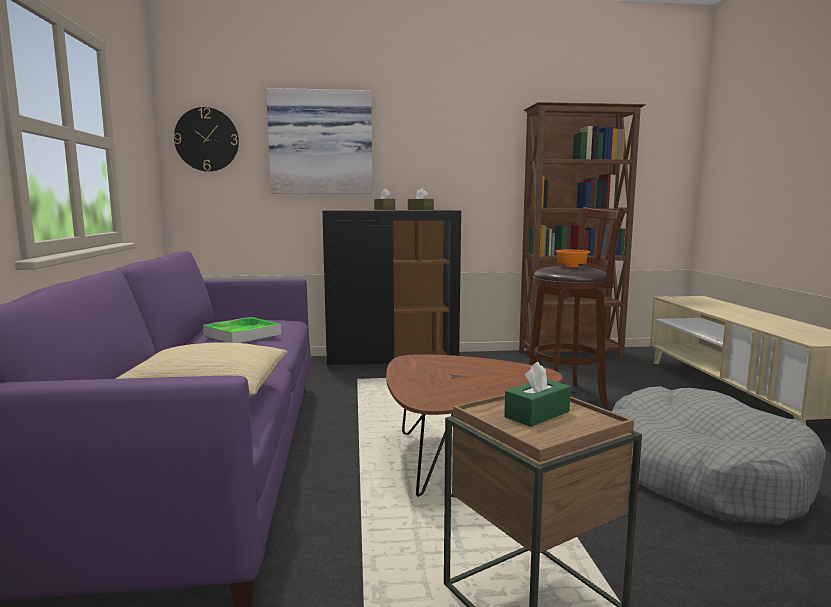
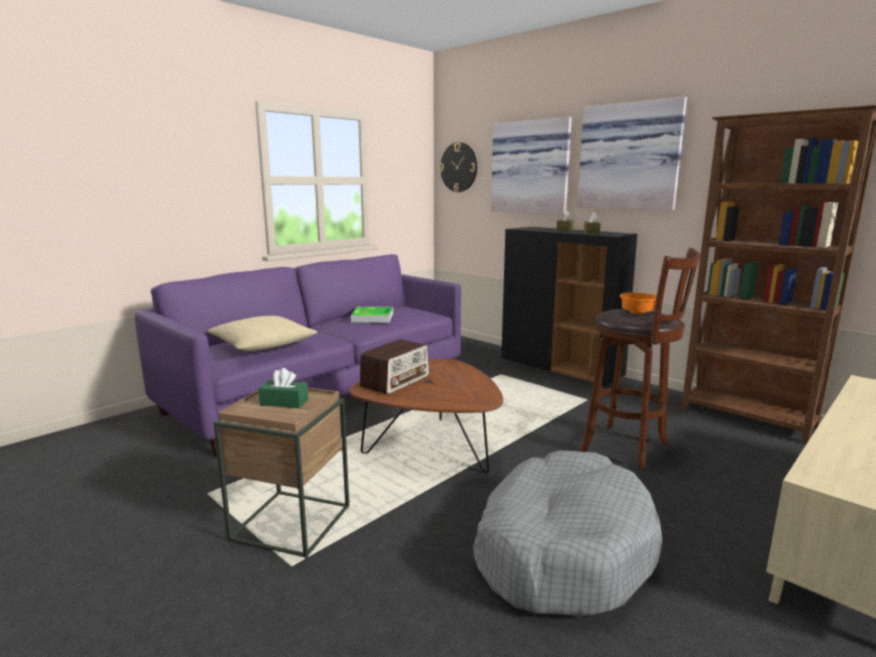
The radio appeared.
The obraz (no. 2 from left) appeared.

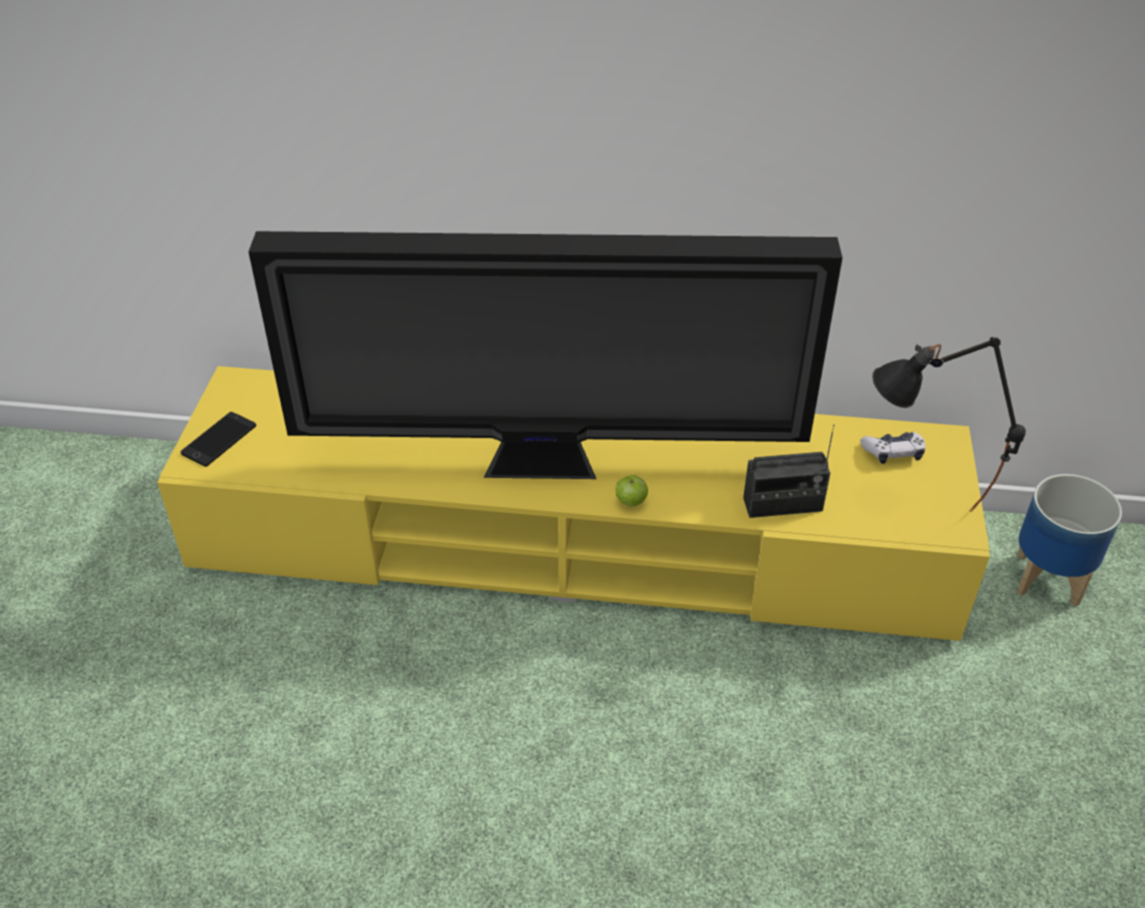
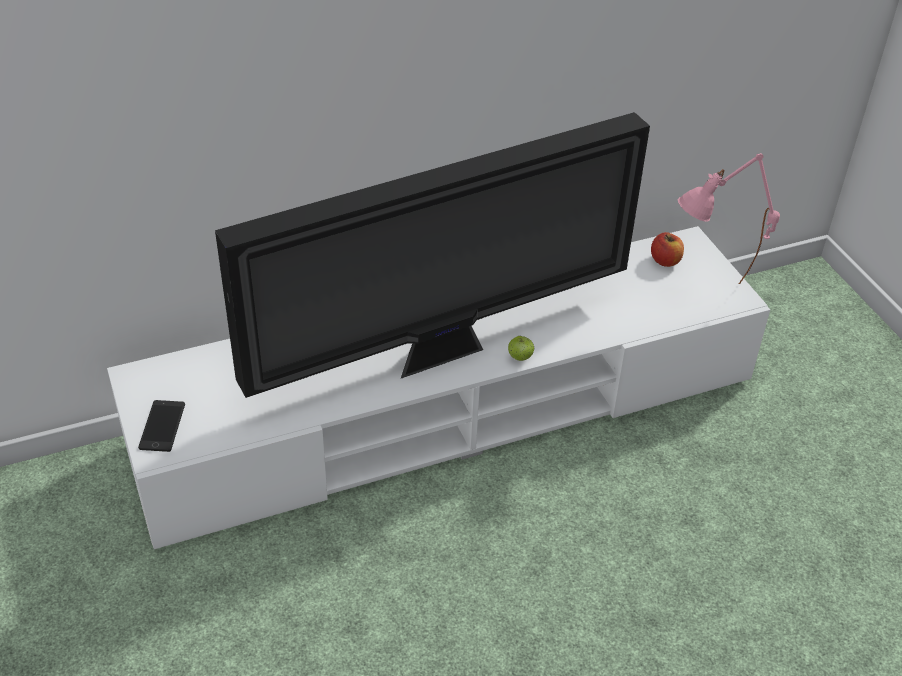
The szafka pod telewizor (żółty) became the szafka pod telewizor (biały).
The pad do gier was replaced by the jabłko (no. 2 from left).
The lampa stołowa (czarny) became the lampa stołowa (różowy).
The radio disappeared.
The donica disappeared.

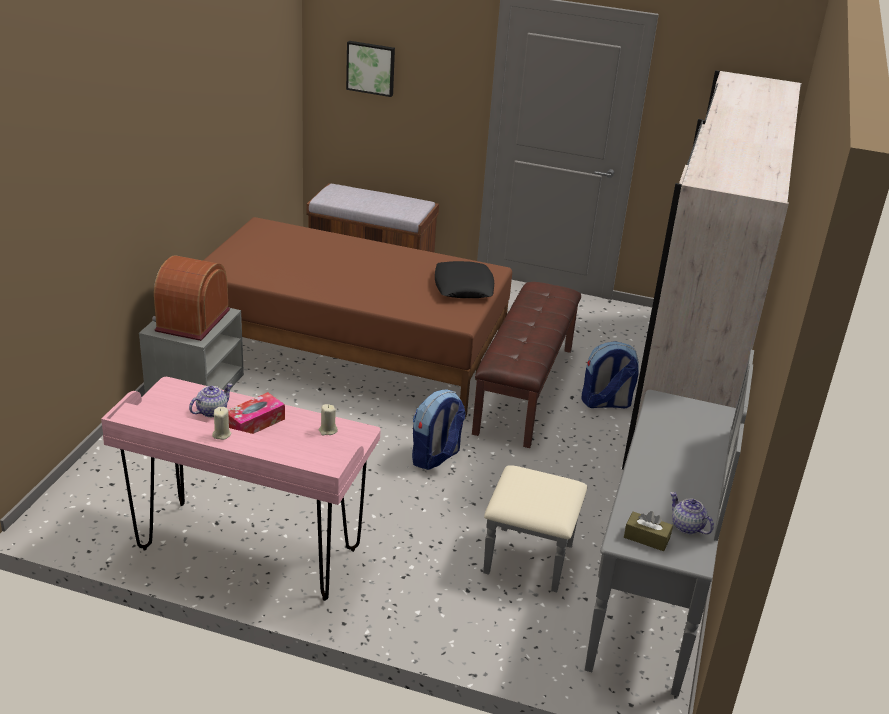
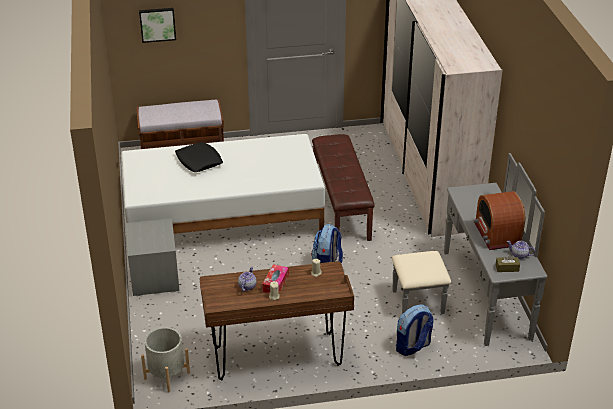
The łóżko (brązowy) became the łóżko (biały).
The donica (szary) appeared.
The poduszka (czarny) moved.
The biurko (różowy) became the biurko (brązowy).
The plecak (no. 2 from left) moved.
The radio moved.

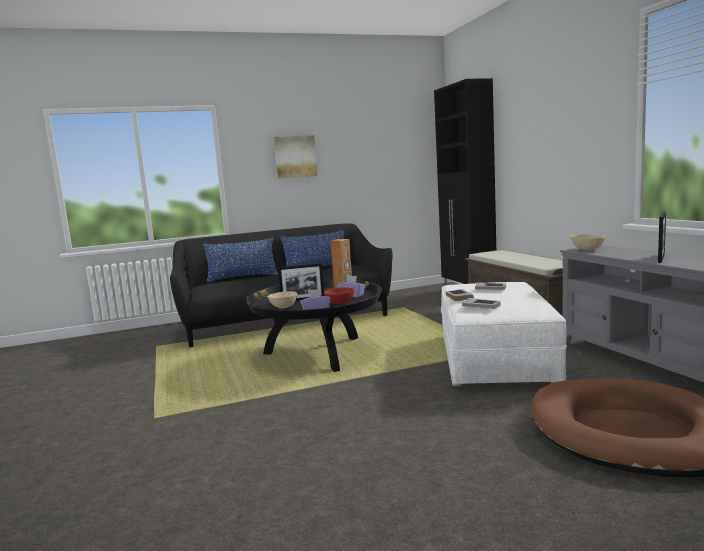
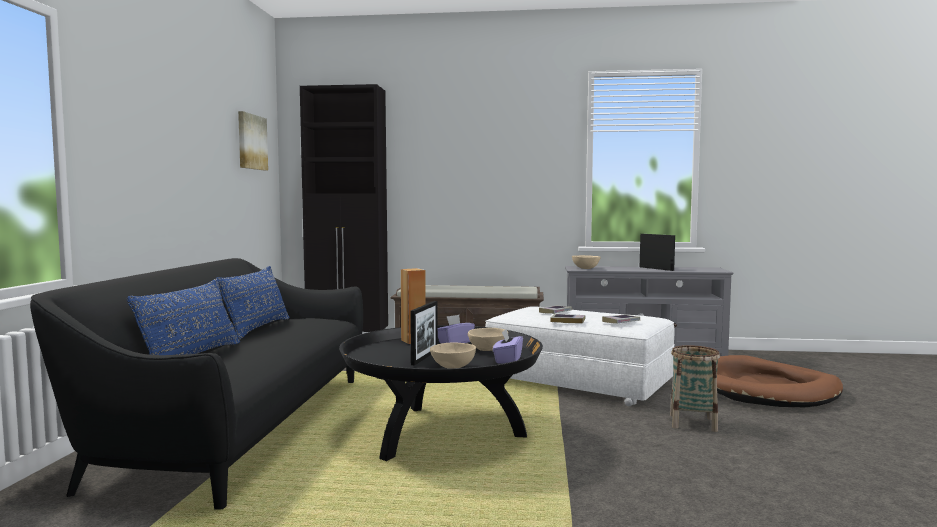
The obraz moved.
The miska (czerwony) became the miska (beżowy) (no. 2 from left).
The koszyk appeared.

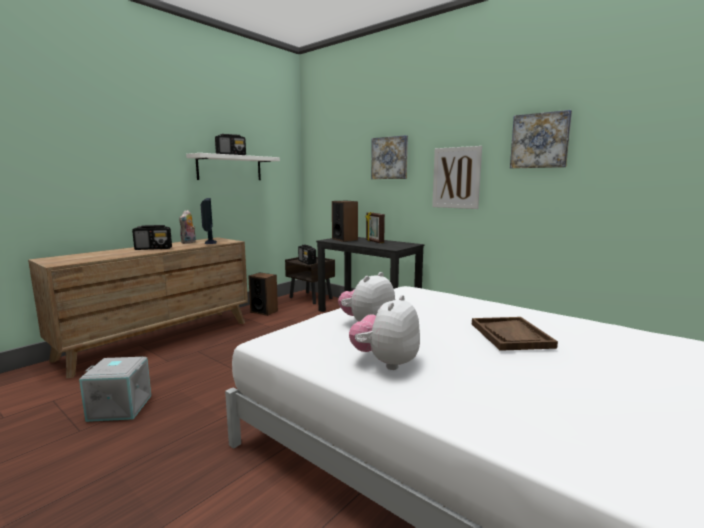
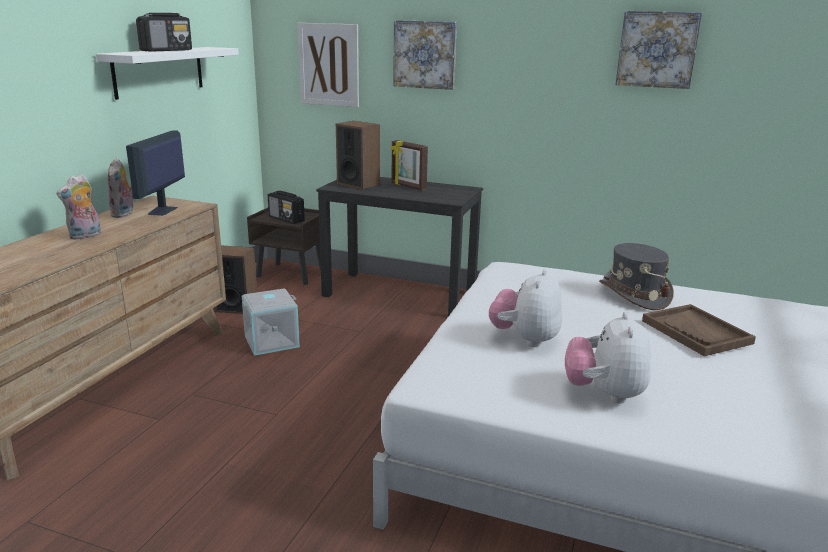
The radio (no. 1 from left) was replaced by the pluszak (no. 1 from left).
The monitor turned 135 degrees counterclockwise.
The pojemnik do przechowywania (szary) moved.
The obraz (no. 2 from left in the first image) moved.
The kapelusz (szary) appeared.

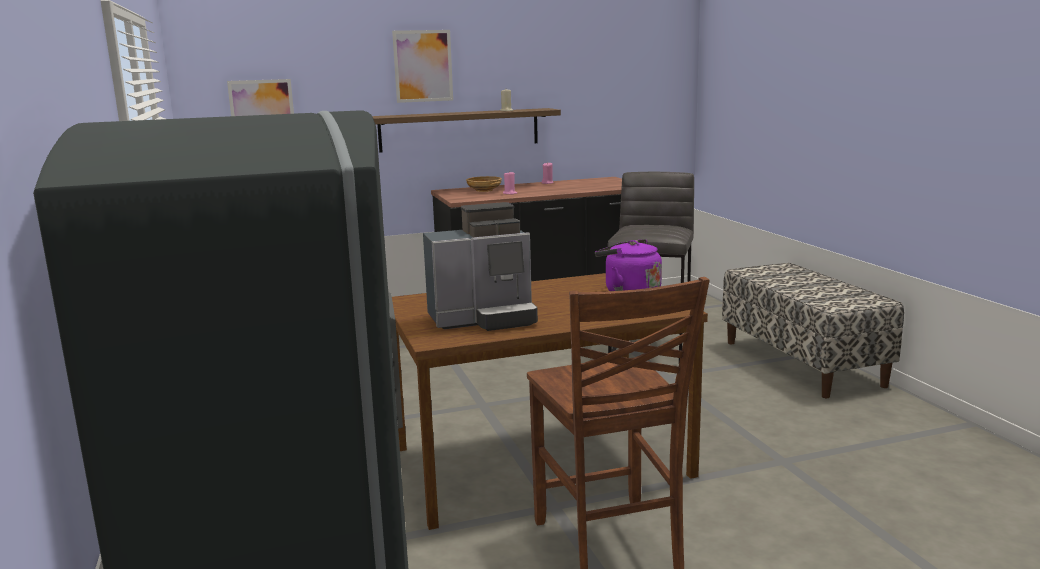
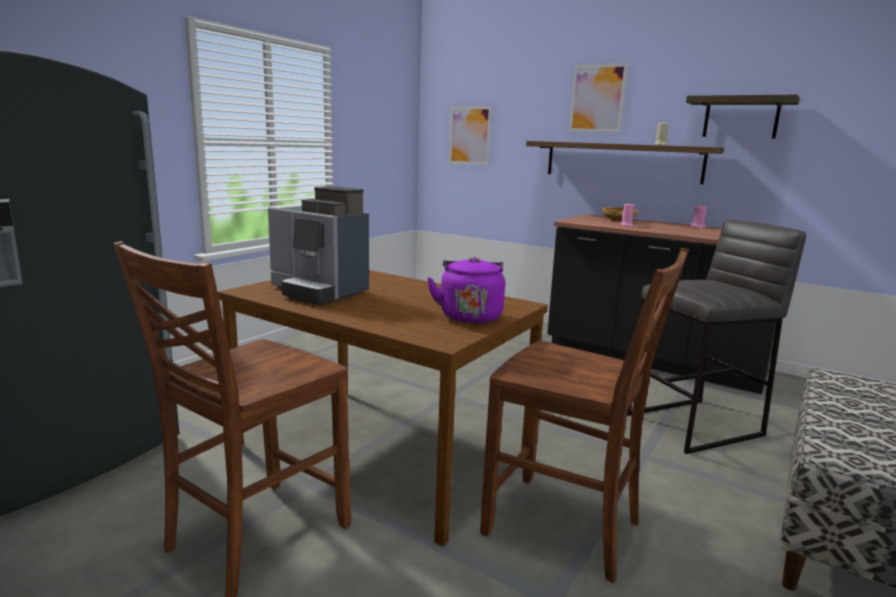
The krzesło (brązowy) (no. 2 from left) appeared.
The półka (no. 2 from left) appeared.

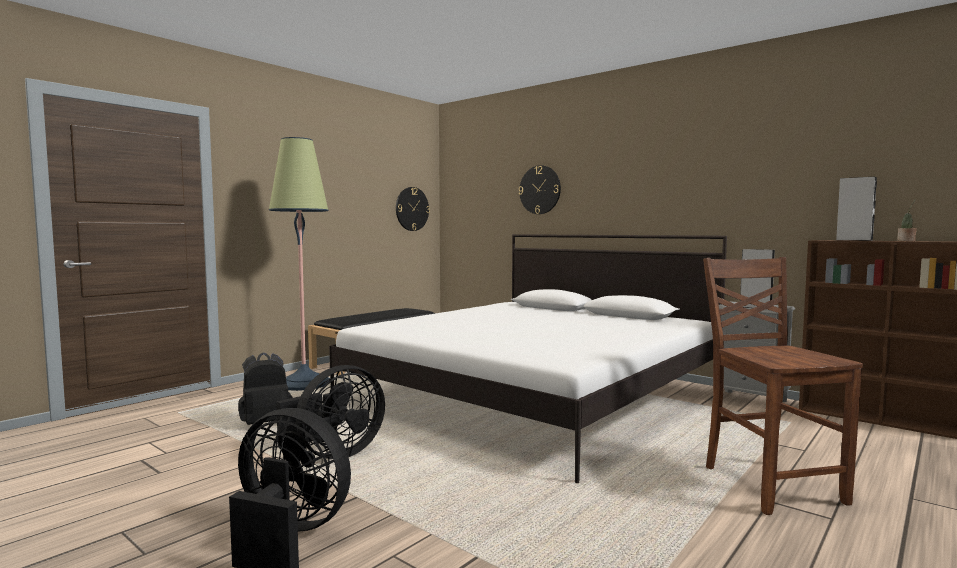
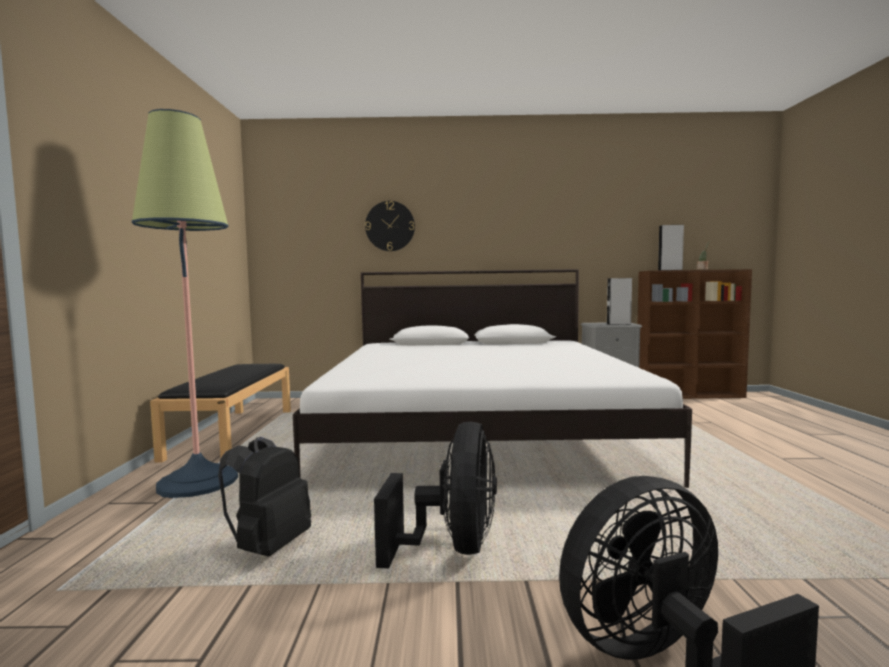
The zegar ścienny (no. 1 from left) disappeared.
The krzesło (brązowy) disappeared.

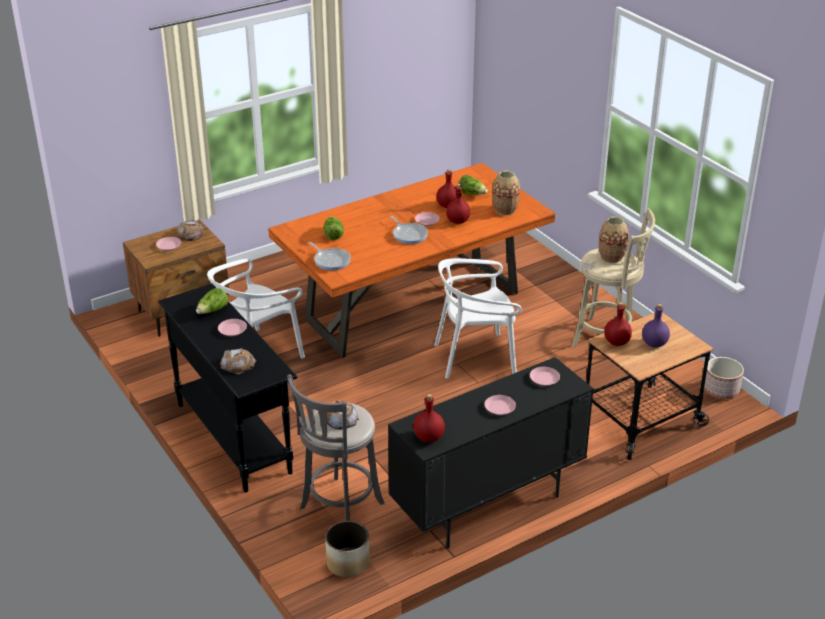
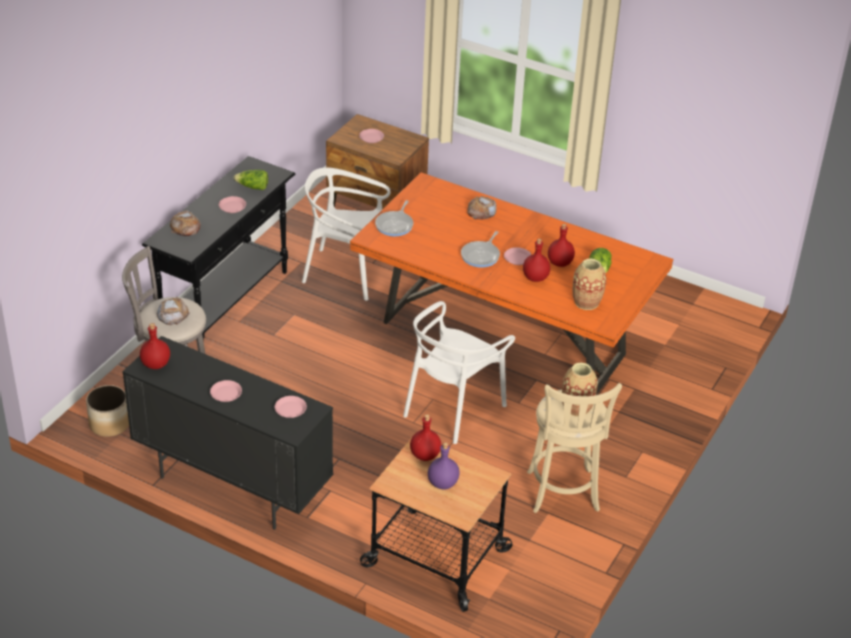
The krzesło (biały) (no. 2 from left) turned 105 degrees counterclockwise.
The chleb (no. 1 from left in the first image) moved.
The sałata (no. 2 from left) disappeared.
The donica (no. 2 from left) disappeared.

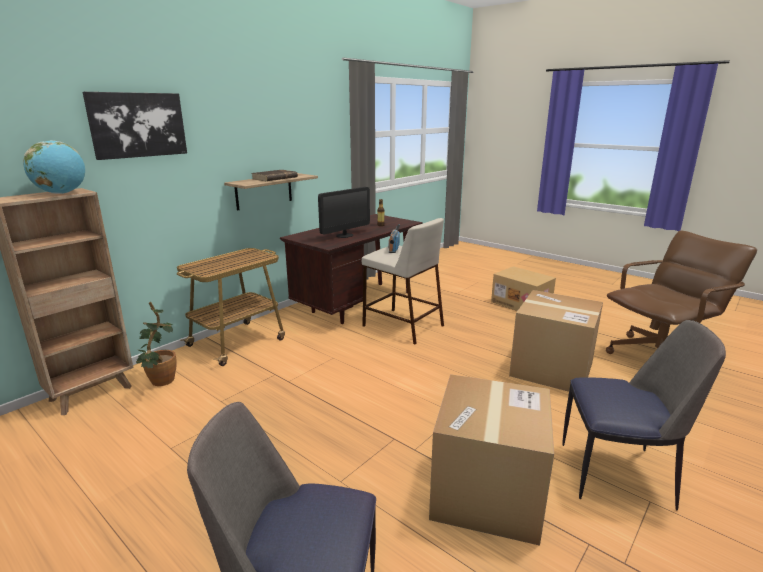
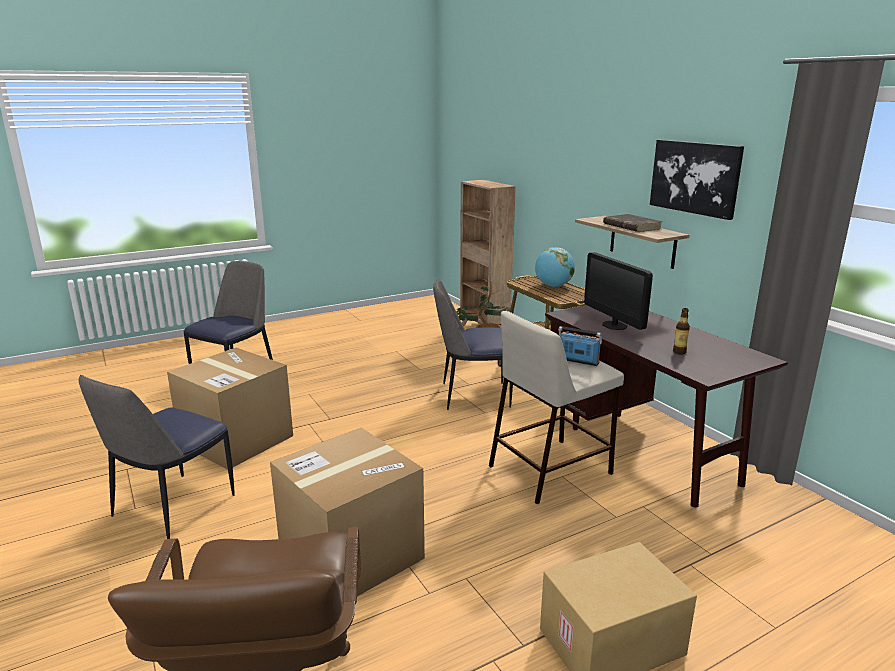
The krzesło (no. 3 from left) appeared.
The globus moved.
The obraz moved.

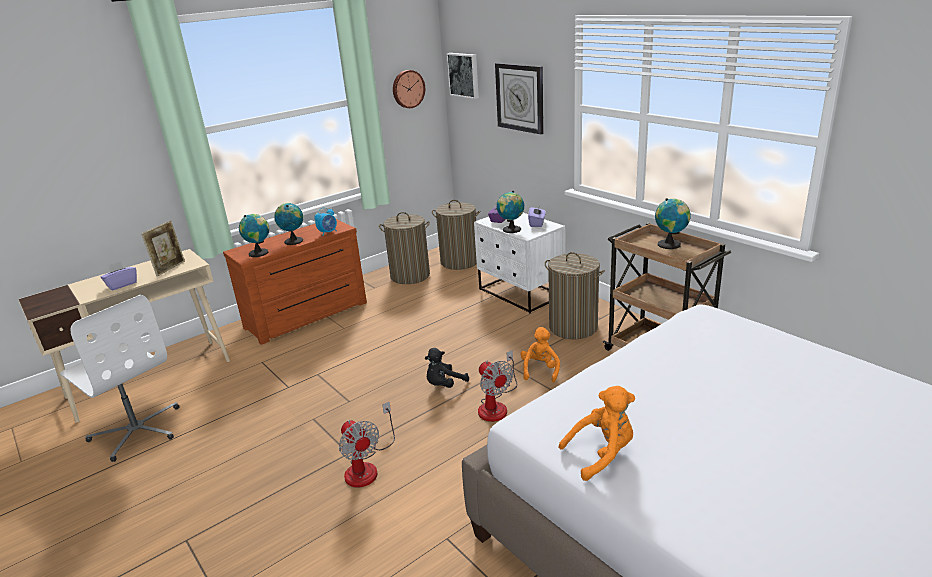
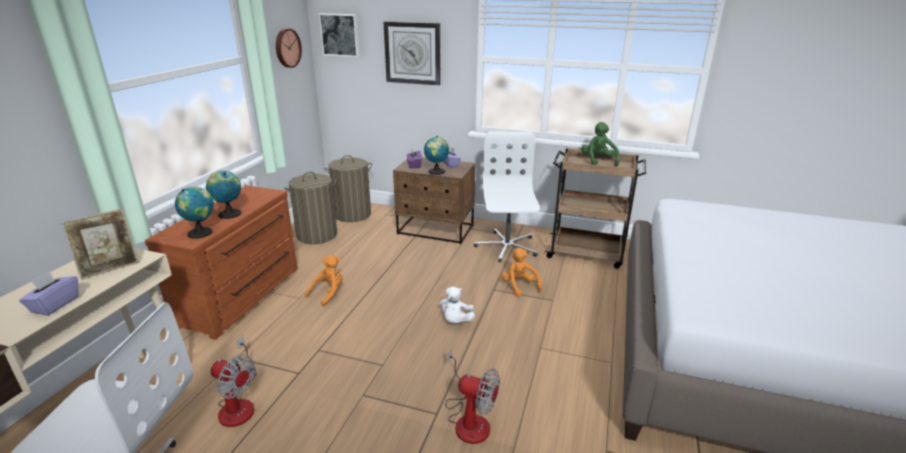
The ramka na zdjęcie turned 60 degrees clockwise.
The wentylator (no. 2 from left in the first image) moved.
The pluszak (pomarańczowy) (no. 2 from left in the first image) moved.
The szafka nocna (biały) became the szafka nocna (brązowy).
The pluszak (czarny) became the pluszak (biały).
The kosz na pranie (no. 3 from left) was replaced by the krzesło biurowe (biały) (no. 2 from left).
The globus (no. 4 from left) was replaced by the pluszak (zielony).
The budzik disappeared.

